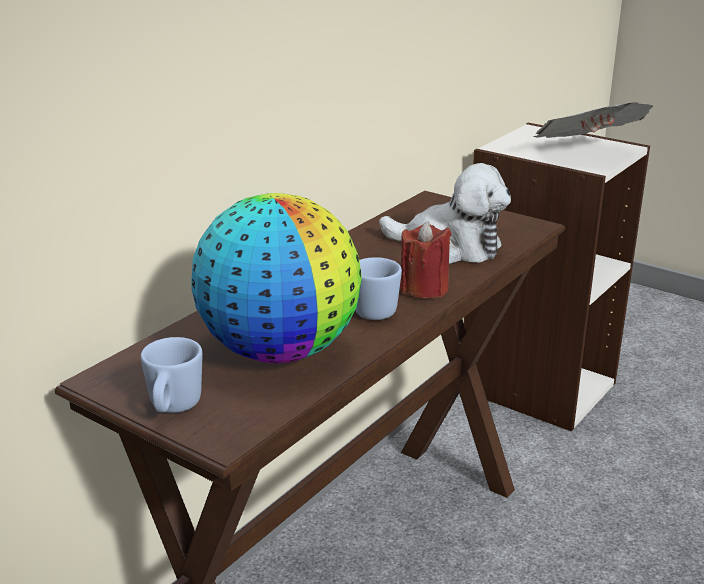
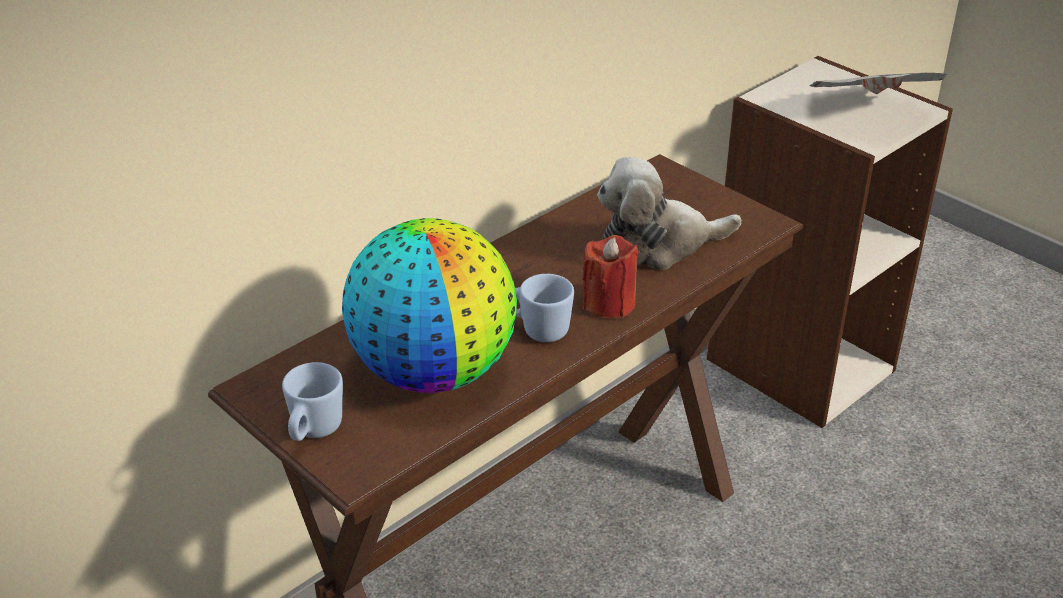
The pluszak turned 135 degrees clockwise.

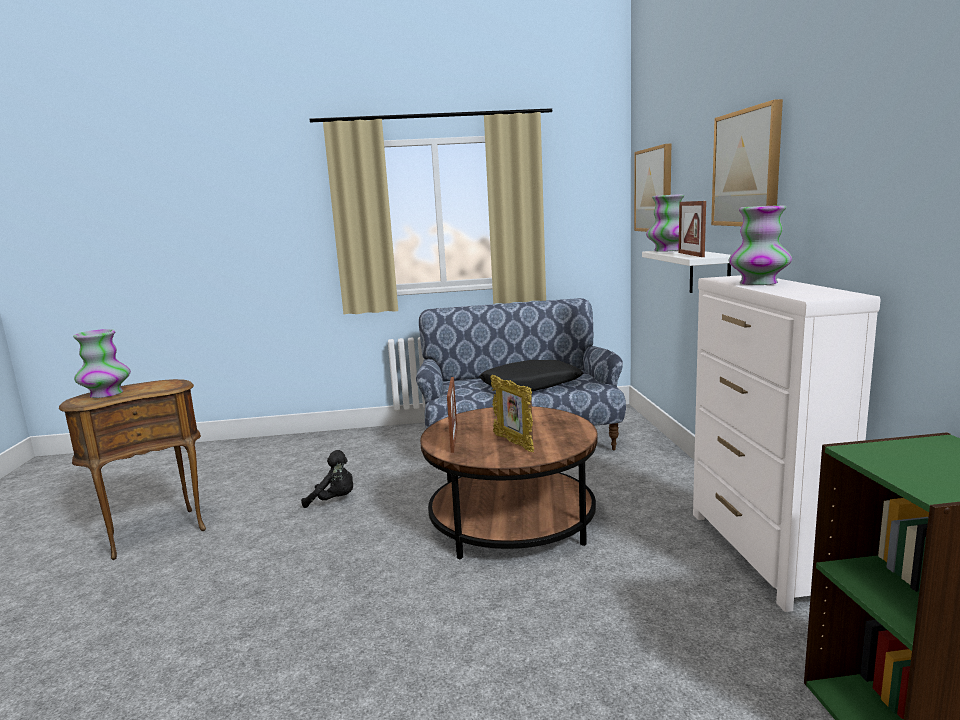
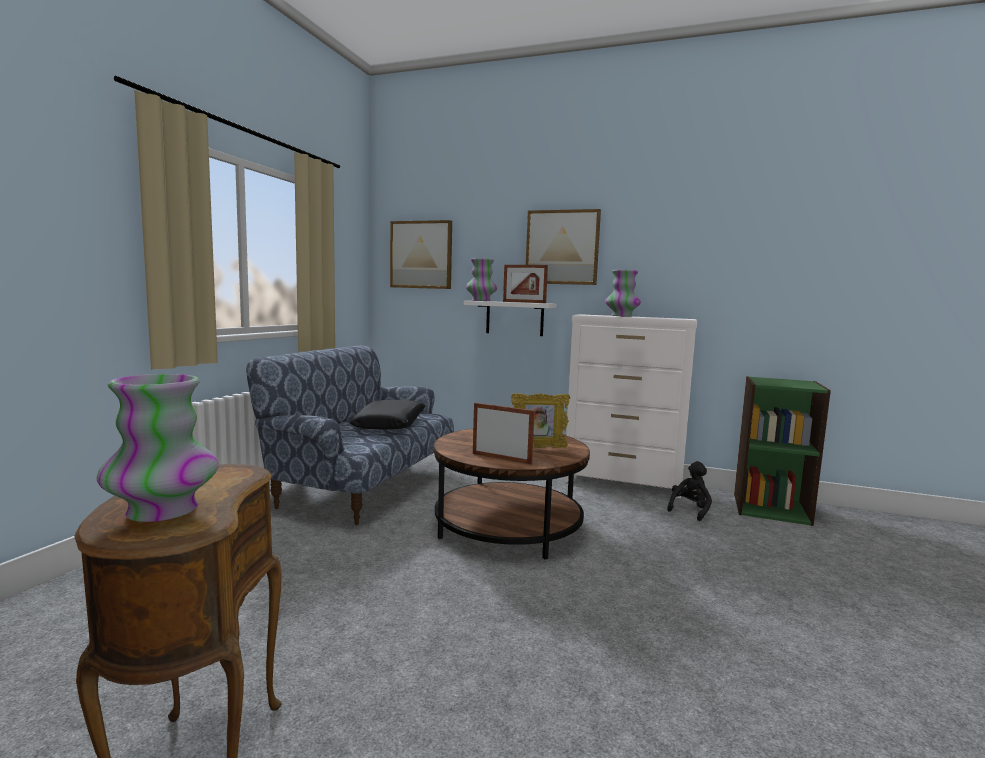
The pluszak (czarny) moved.

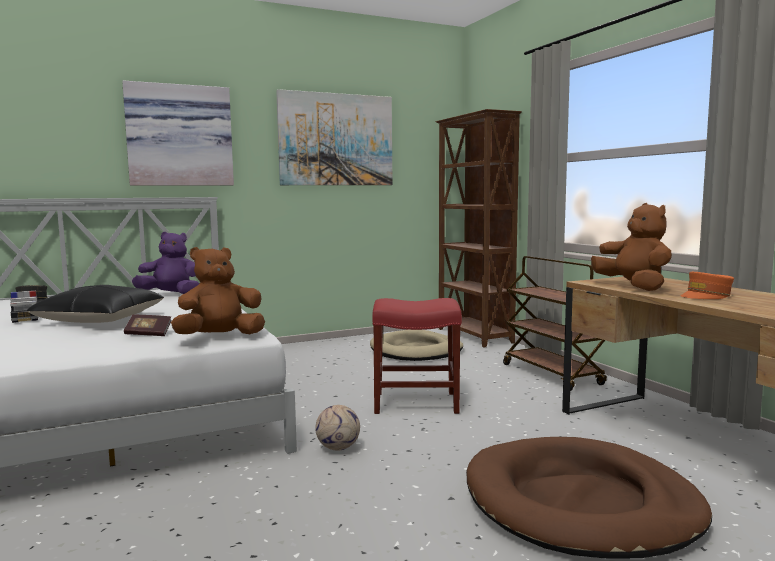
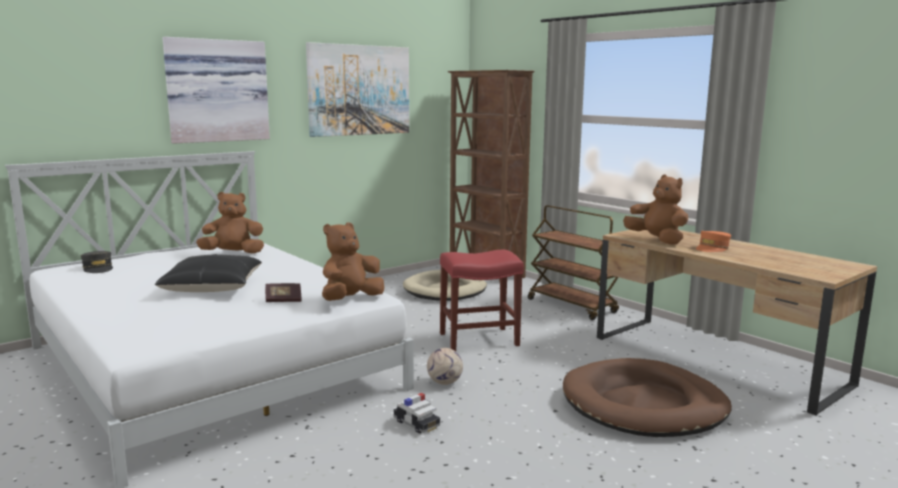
The pluszak (fioletowy) became the pluszak (brązowy) (no. 1 from left).
The samochodzik moved.

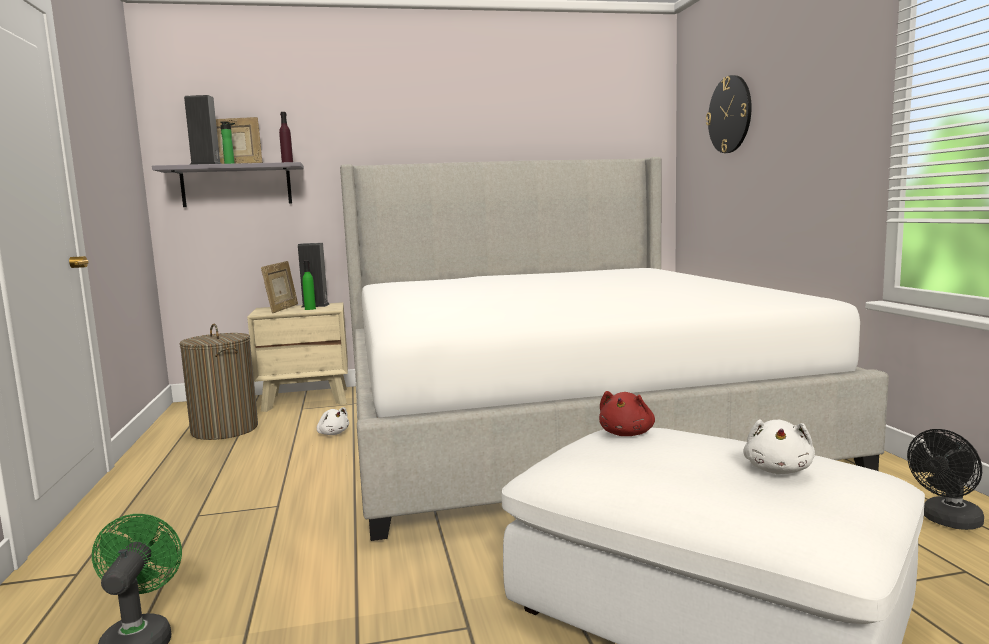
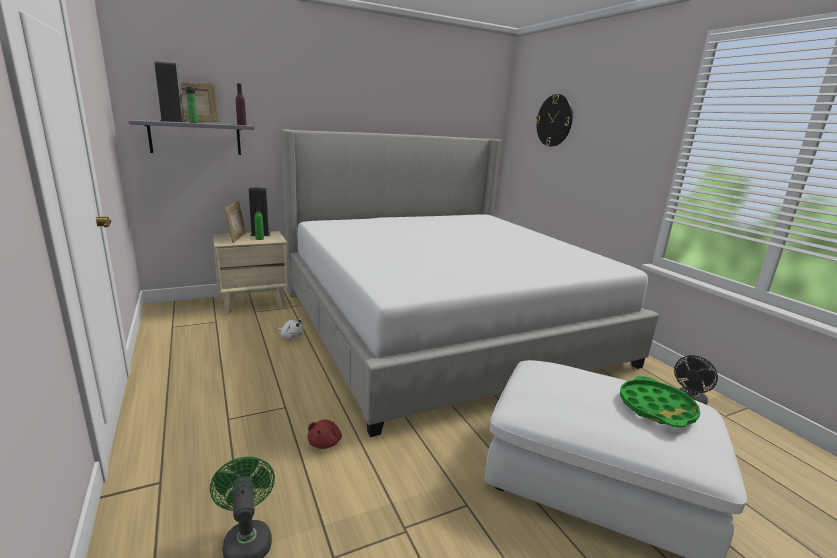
The pluszak (czerwony) moved.
The pluszak (biały) (no. 2 from left) was replaced by the taca (zielony).
The kosz na pranie disappeared.

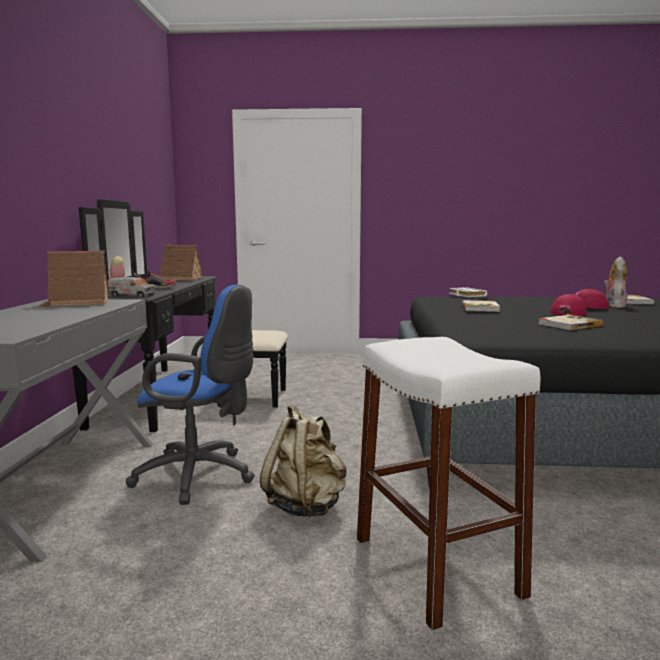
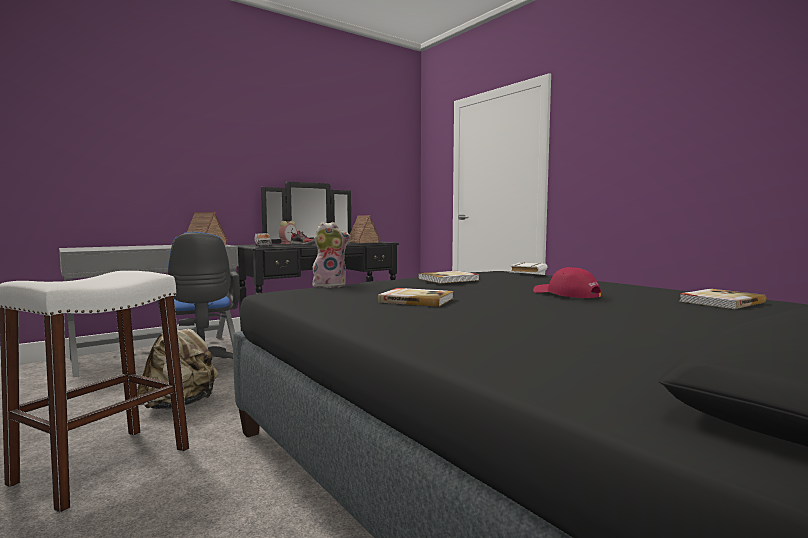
The pluszak moved.
The czapka z daszkiem (czerwony) (no. 1 from left) disappeared.

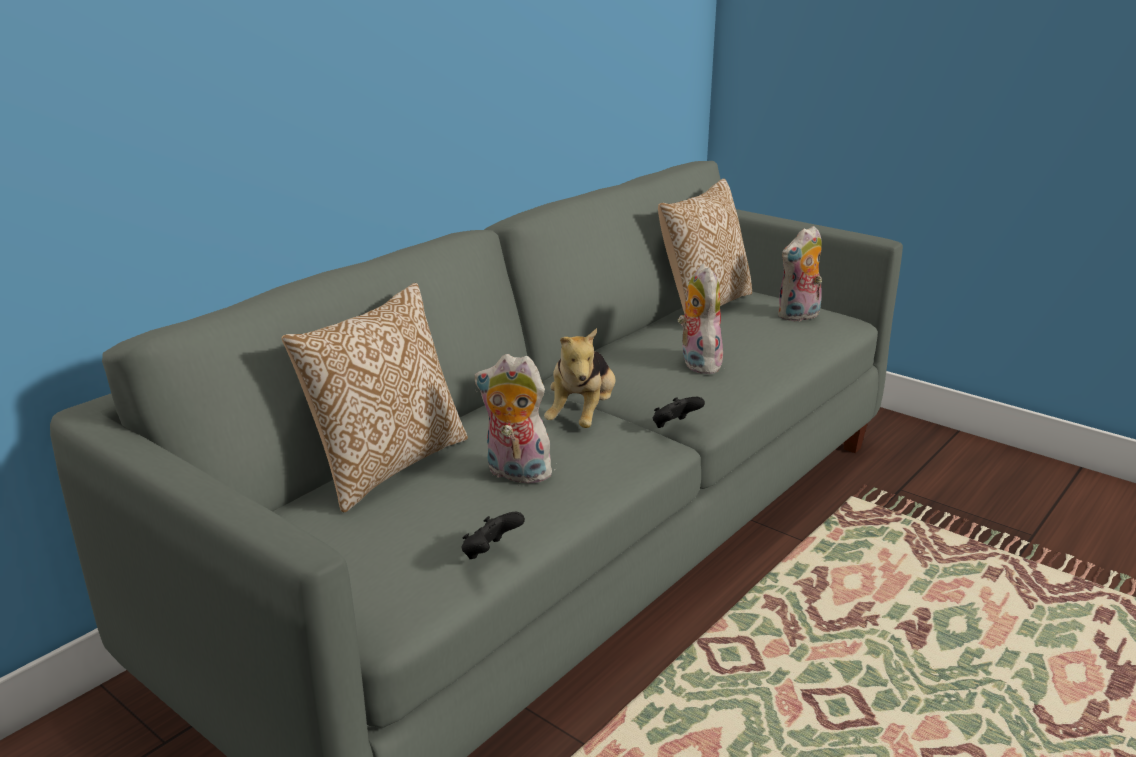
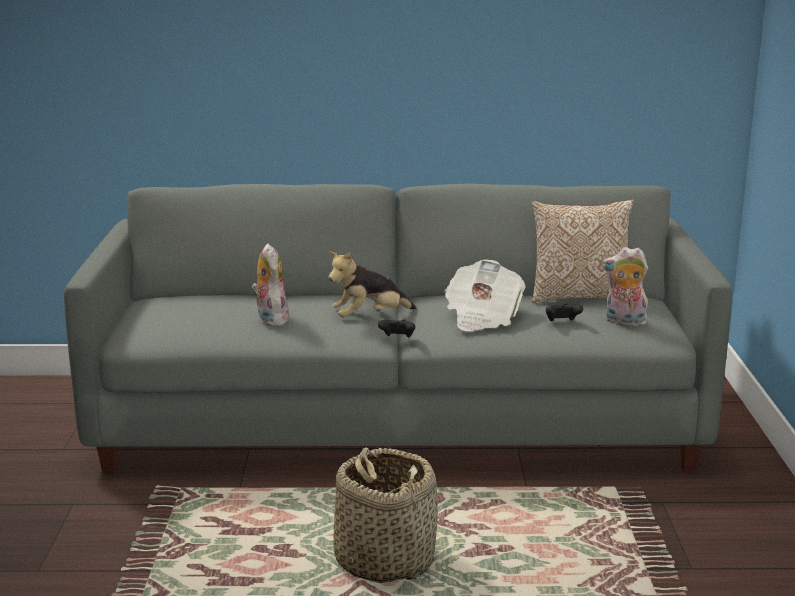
The koszyk appeared.
The pluszak (no. 3 from left) was replaced by the gazeta.
The pad do gier (czarny) (no. 1 from left in the first image) moved.
The poduszka (no. 1 from left) disappeared.

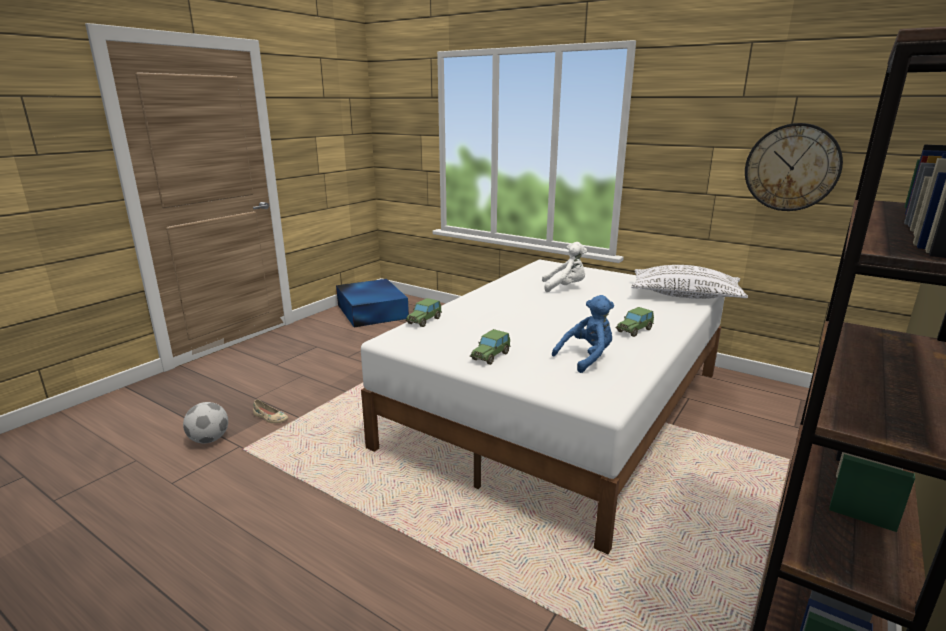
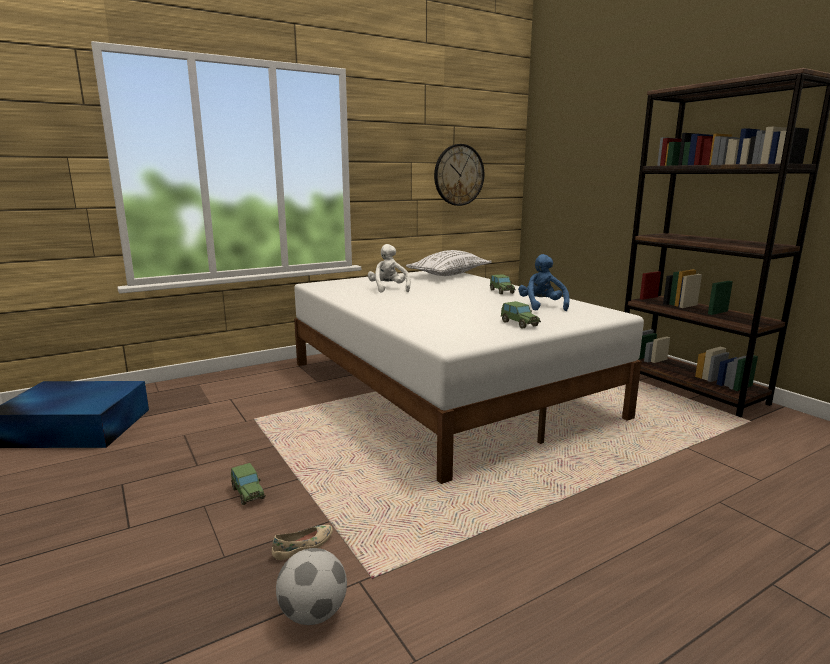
The samochodzik (no. 1 from left) moved.
The pluszak (biały) turned 45 degrees counterclockwise.

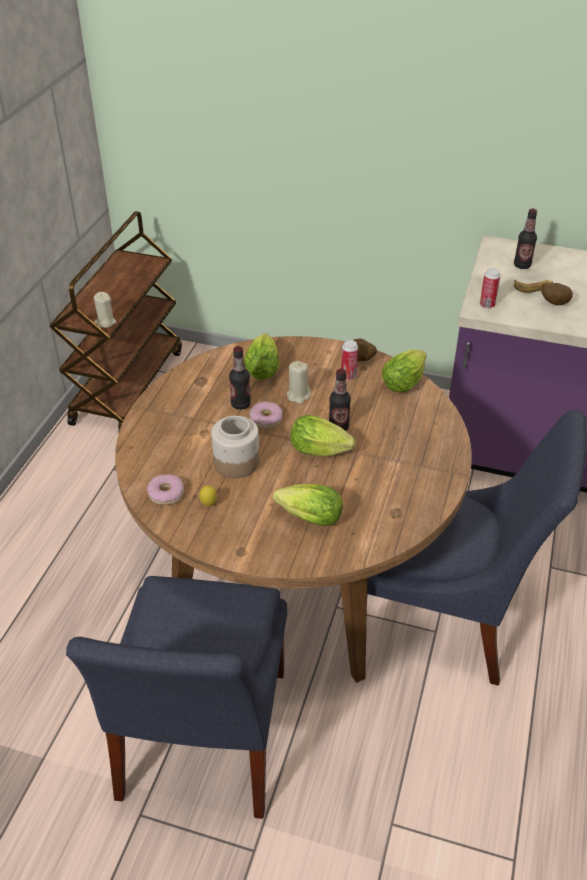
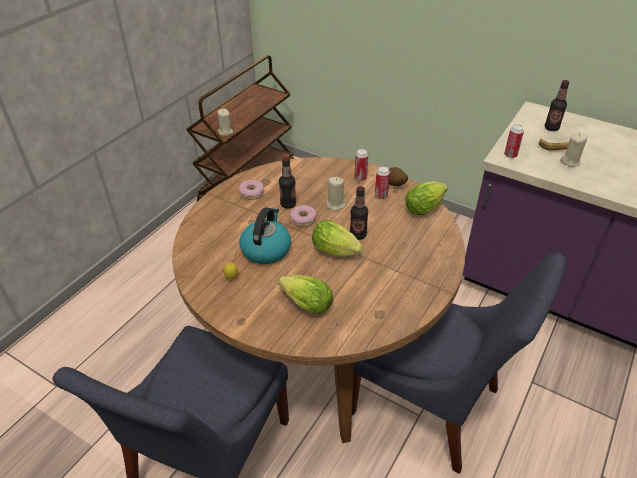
The donut (no. 1 from left) moved.
The słoik was replaced by the czajnik.
The puszka (no. 1 from left) appeared.
The ziemniak (no. 2 from left) was replaced by the świeca (beżowy) (no. 3 from left).
The sałata (no. 1 from left) disappeared.

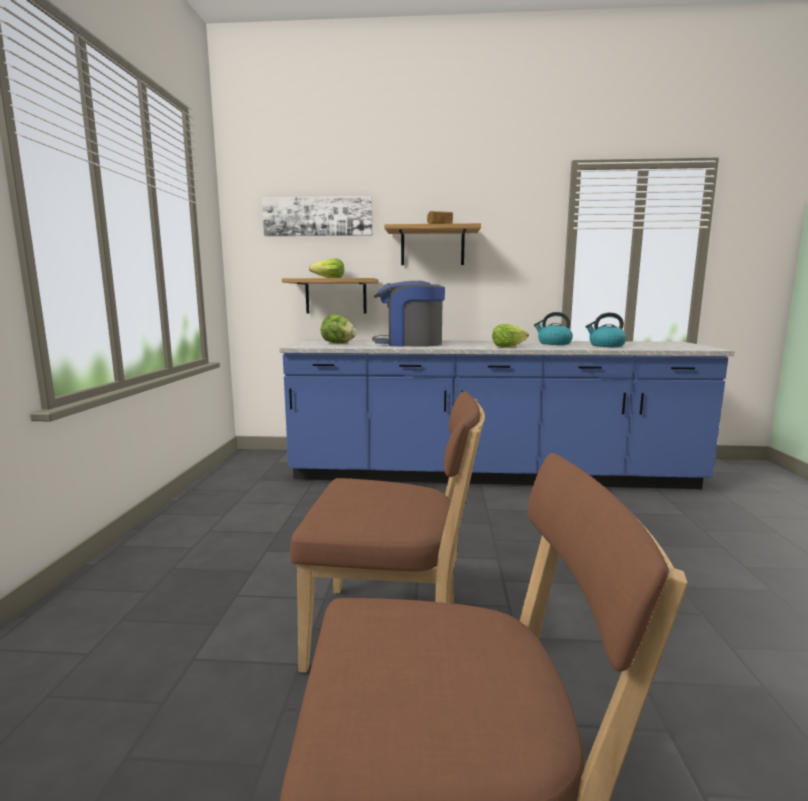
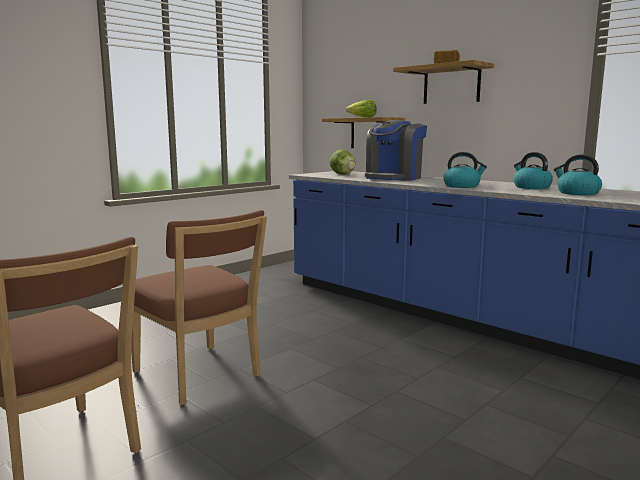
The ekspres do kawy turned 105 degrees counterclockwise.
The sałata (no. 3 from left) was replaced by the czajnik (no. 1 from left).
The obraz disappeared.

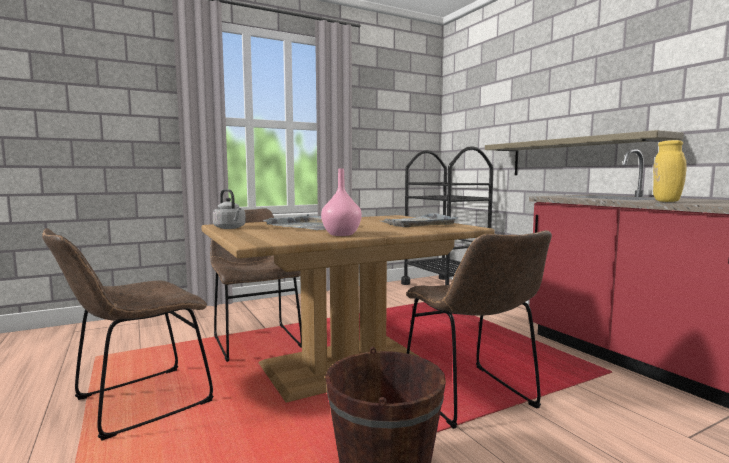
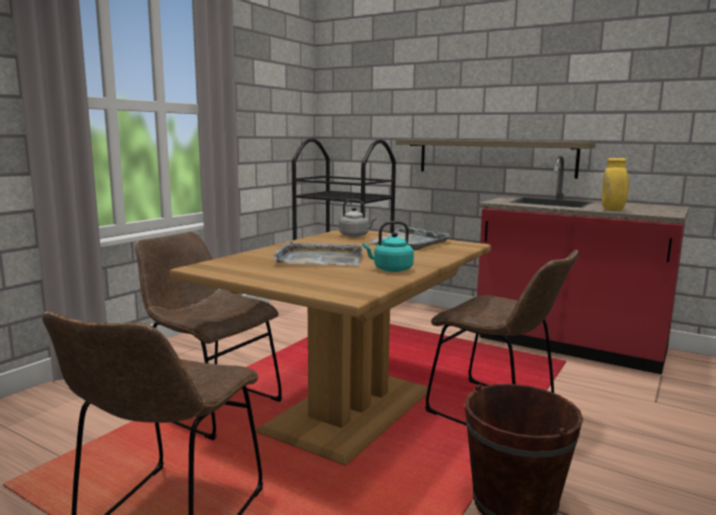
The czajnik (szary) moved.
The wazon (różowy) was replaced by the czajnik (turkusowy).

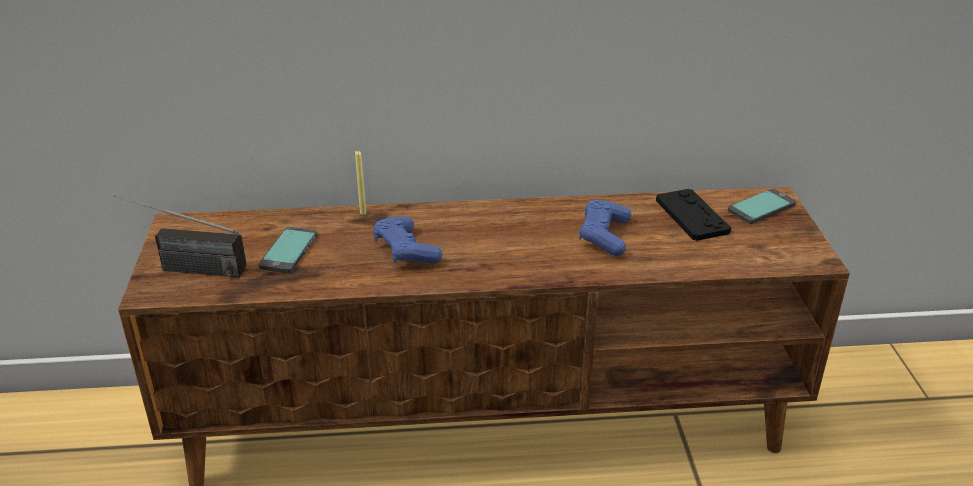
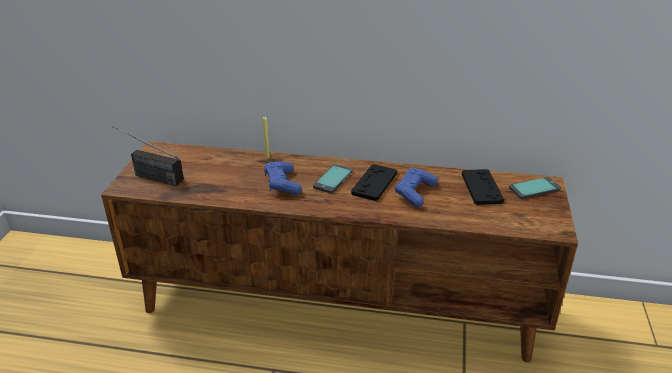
The telefon (no. 1 from left) moved.
The pad do gier (czarny) (no. 1 from left) appeared.

